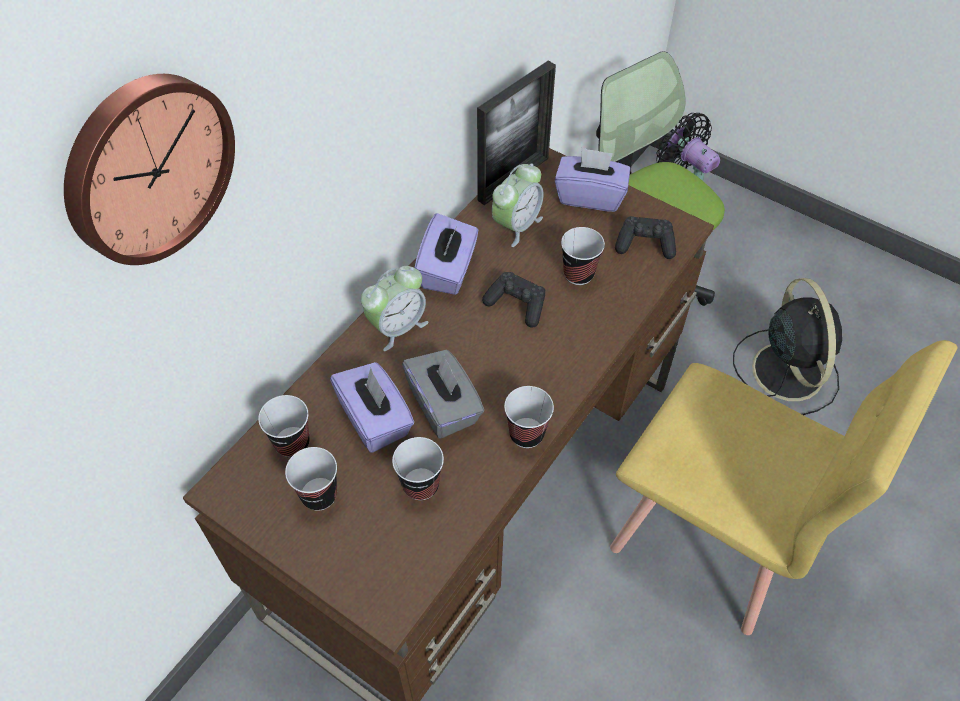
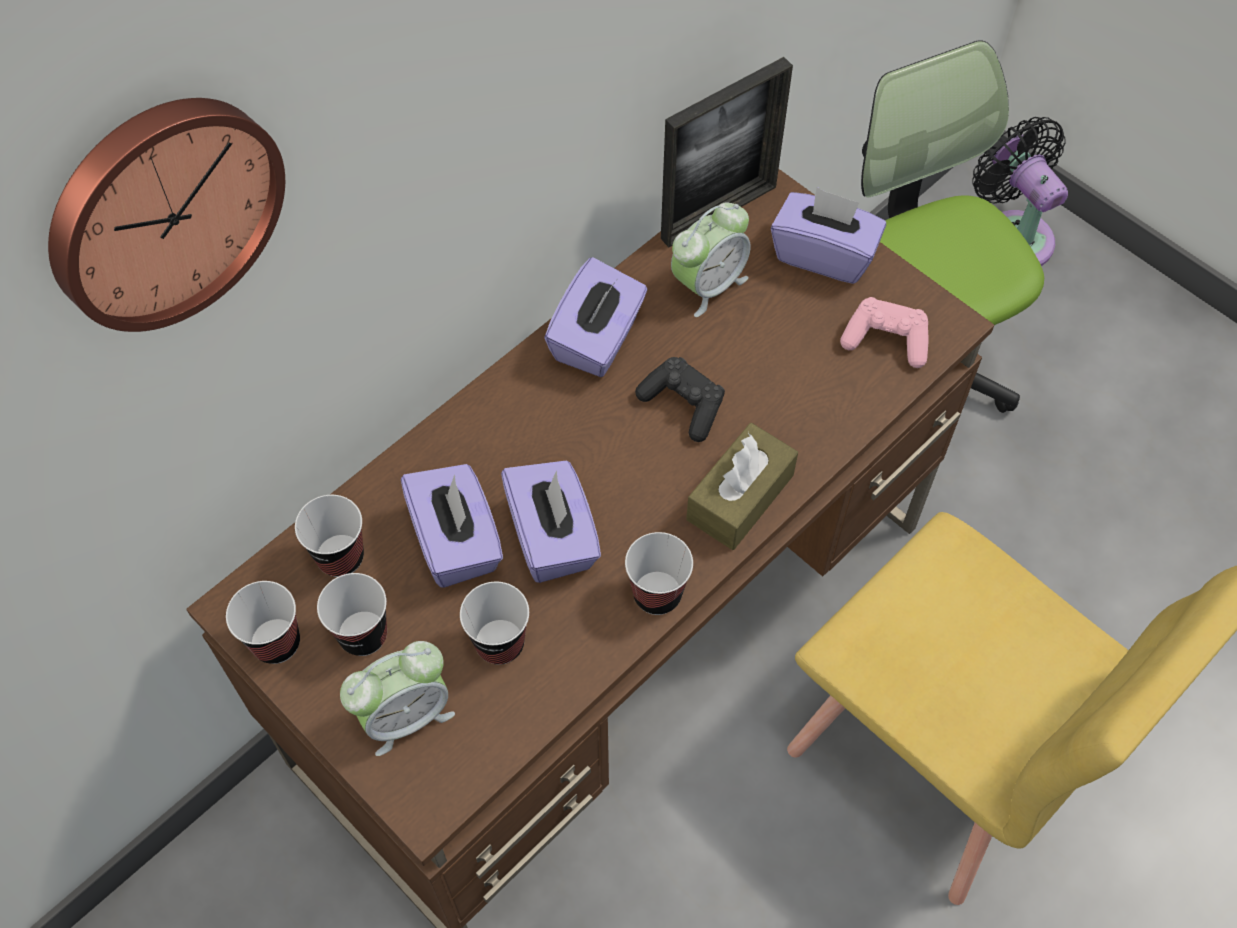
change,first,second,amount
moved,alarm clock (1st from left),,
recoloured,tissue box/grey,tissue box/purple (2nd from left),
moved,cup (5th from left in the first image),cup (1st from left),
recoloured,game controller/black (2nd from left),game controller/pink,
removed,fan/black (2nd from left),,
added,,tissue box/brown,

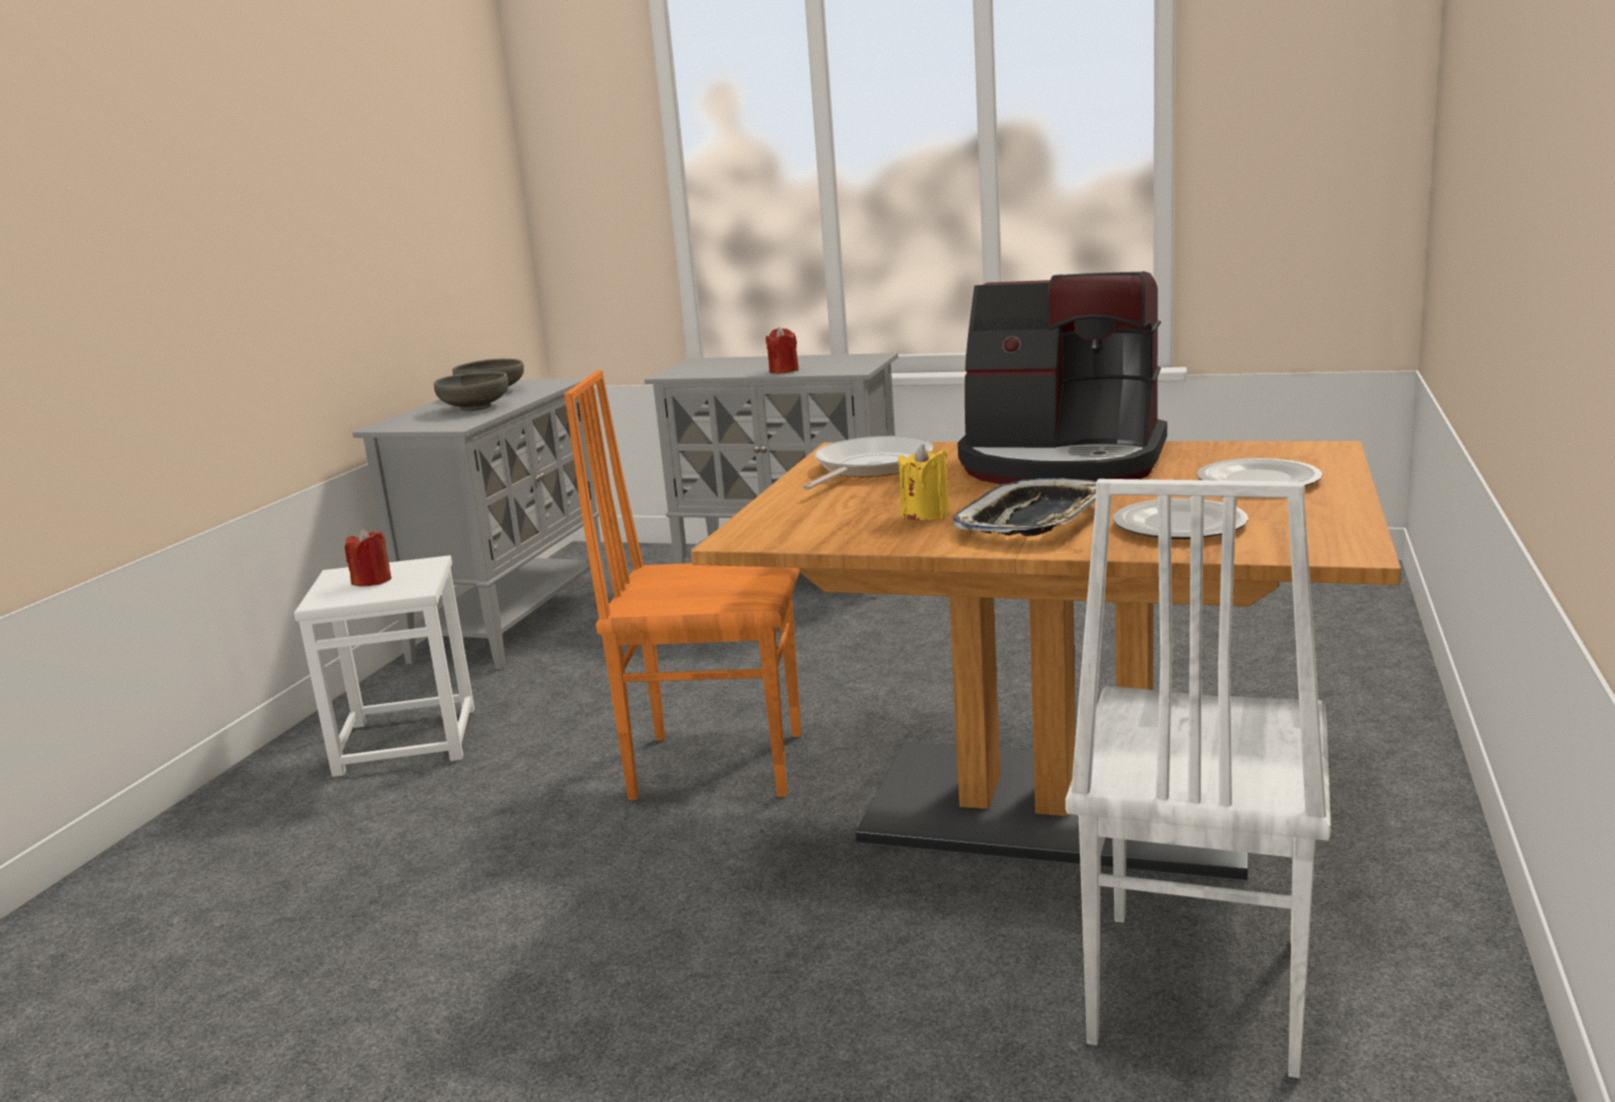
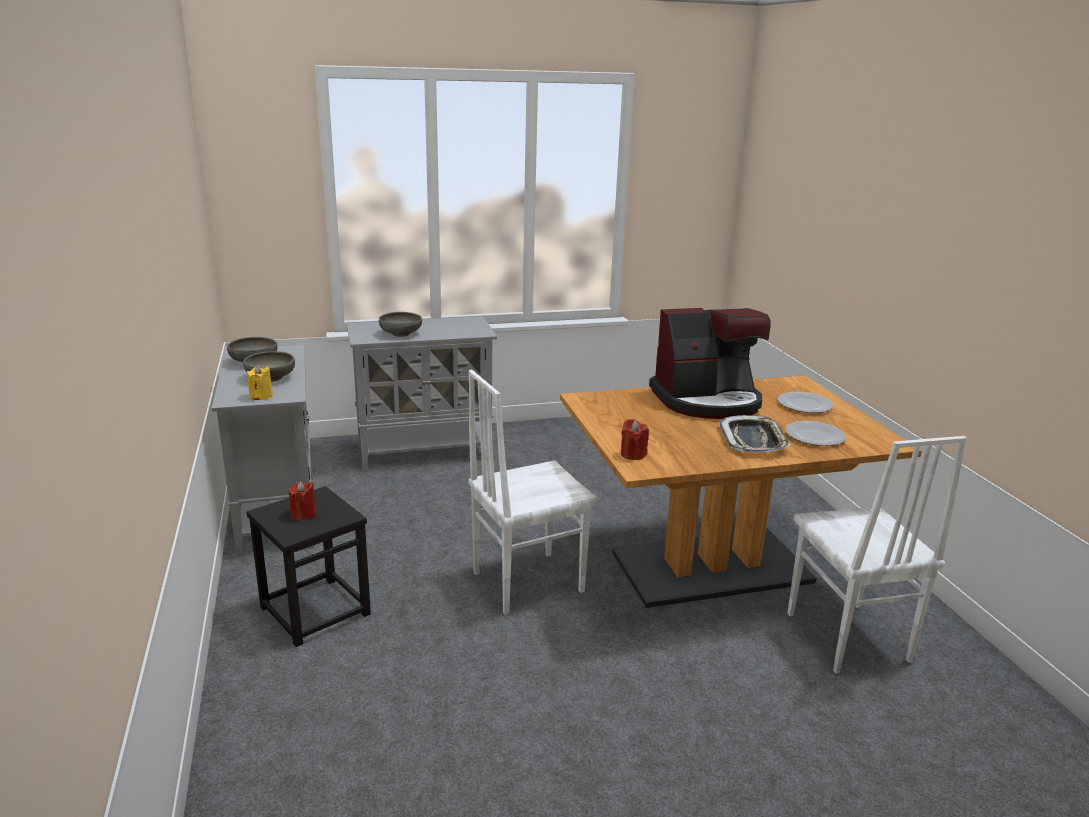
change,first,second,amount
recoloured,stool/white,stool/black,
recoloured,chair/orange,chair/white (1st from left),
moved,candle/red (2nd from left),,
removed,frying pan,,
moved,candle/yellow,,
added,,bowl/grey (3rd from left),

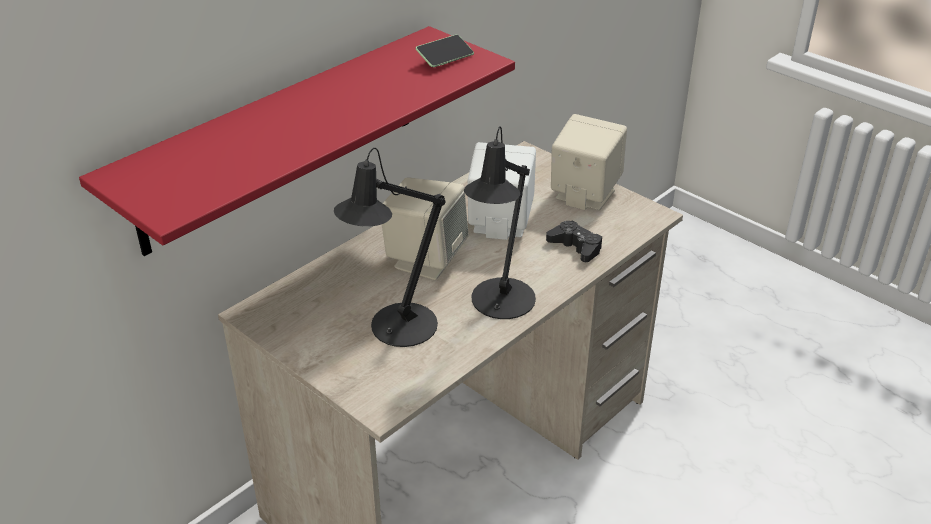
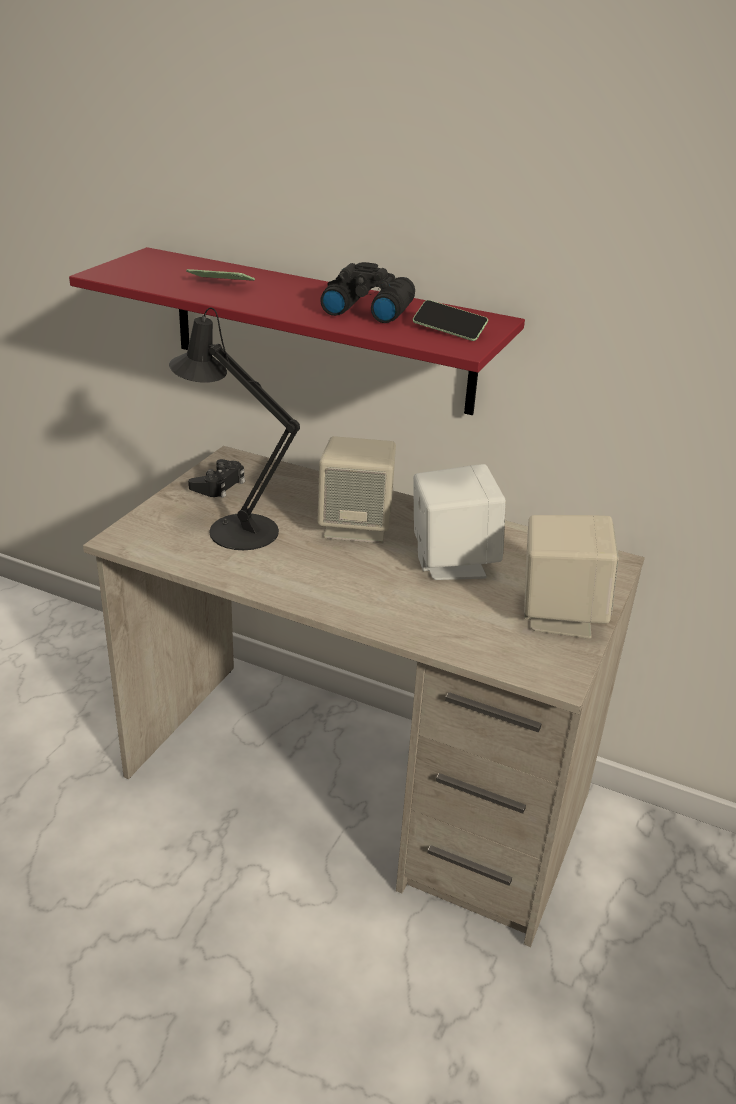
change,first,second,amount
removed,table lamp/black (2nd from left),,
moved,game controller/black,,
added,,phone (1st from left),
added,,binoculars/black,

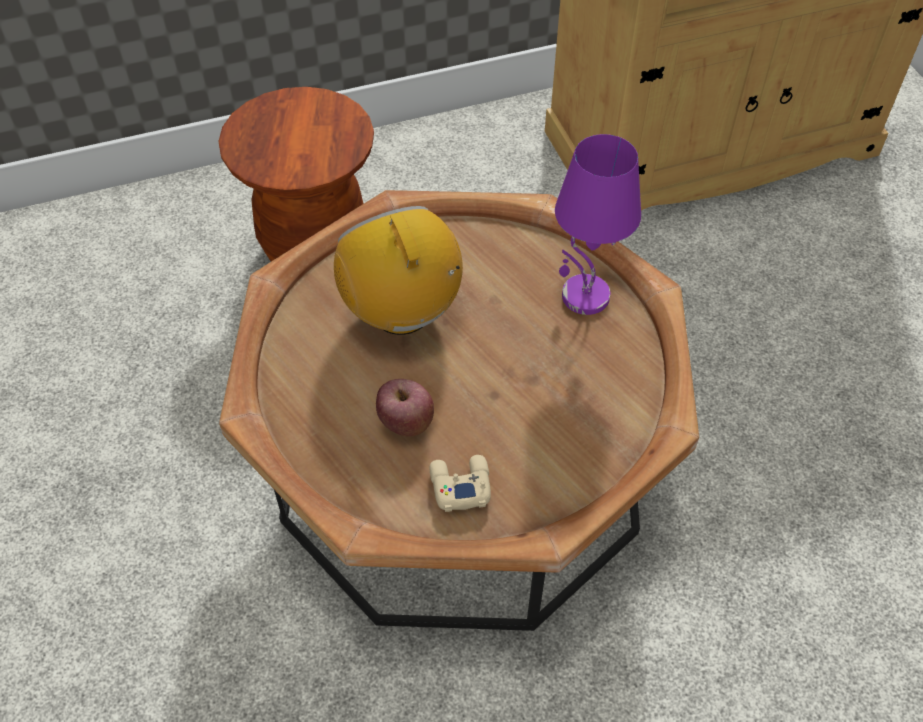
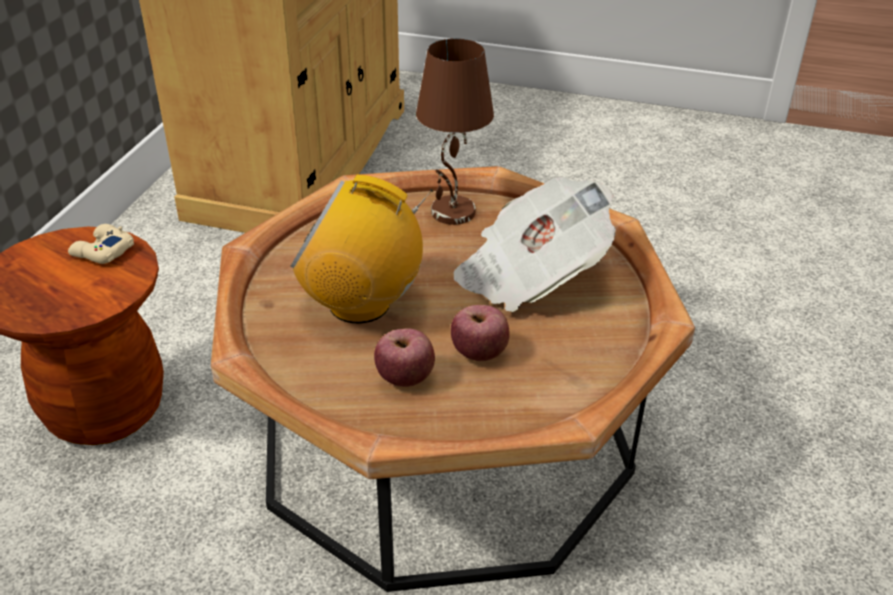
change,first,second,amount
moved,game controller/beige,,
recoloured,table lamp/purple,table lamp/brown,
added,,apple (1st from left),
added,,newspaper,

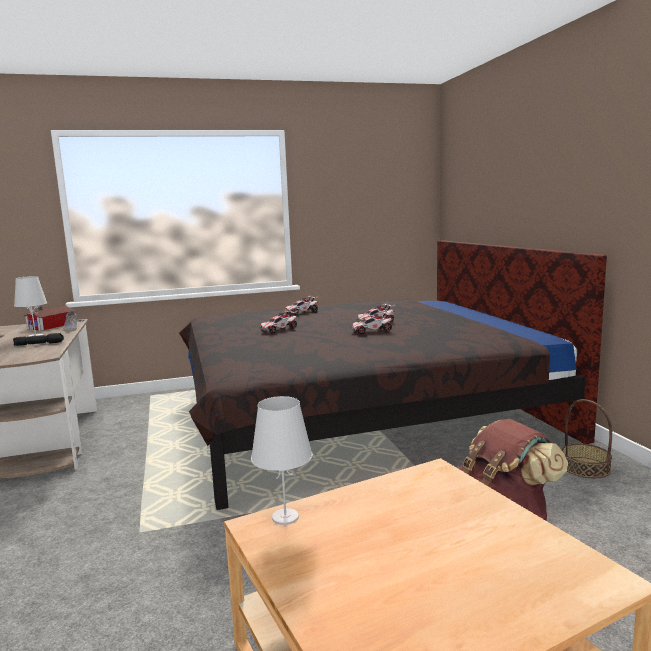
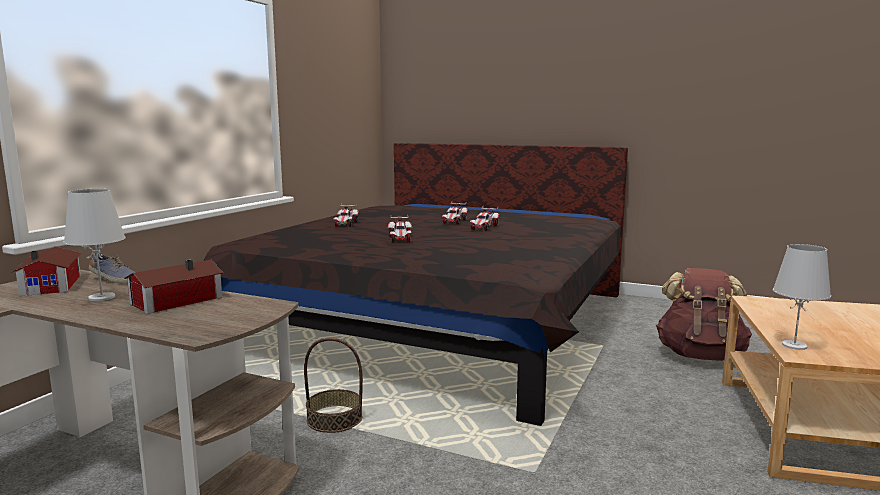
change,first,second,amount
replaced,flashlight/black,toy house (2nd from left),
moved,basket,,

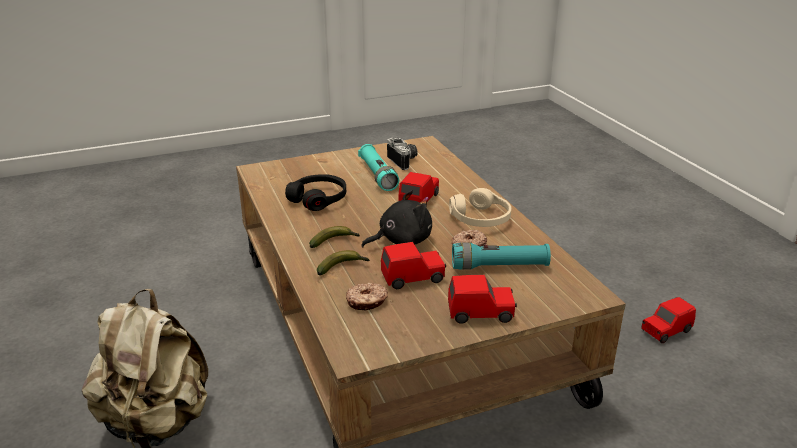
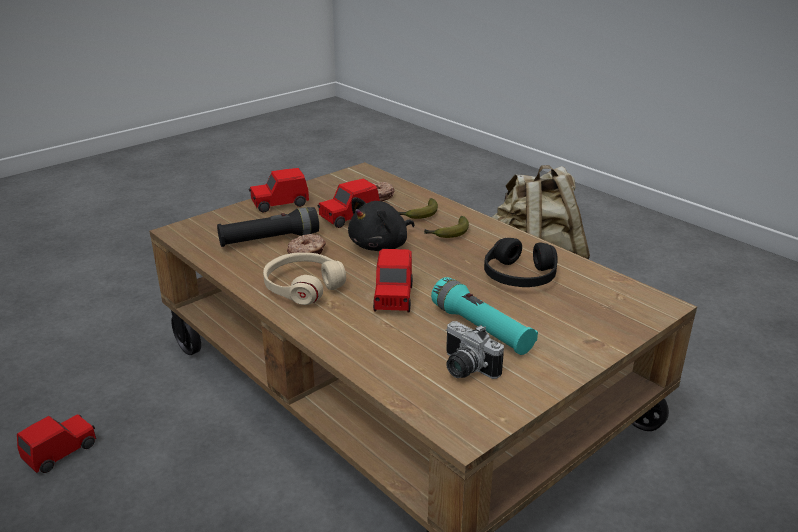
change,first,second,amount
recoloured,flashlight/turquoise (2nd from left),flashlight/black,

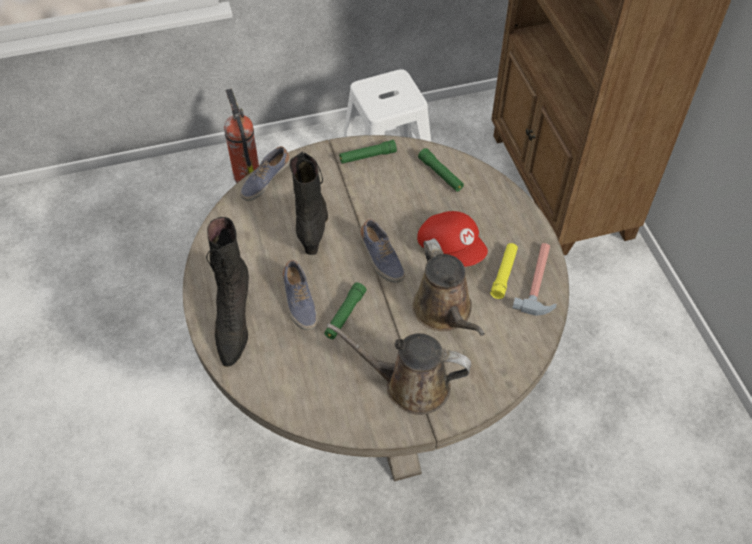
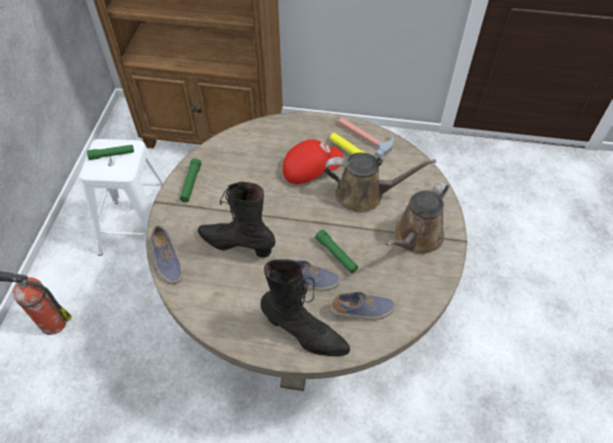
change,first,second,amount
moved,shoe (3rd from left),,
moved,flashlight/green (3rd from left in the first image),flashlight/green (1st from left),

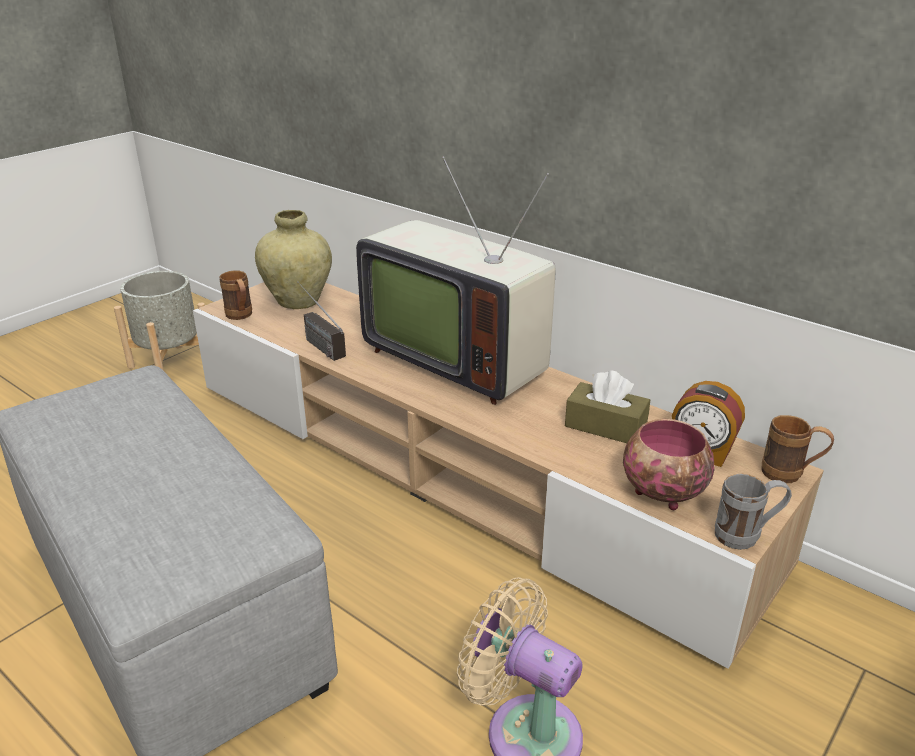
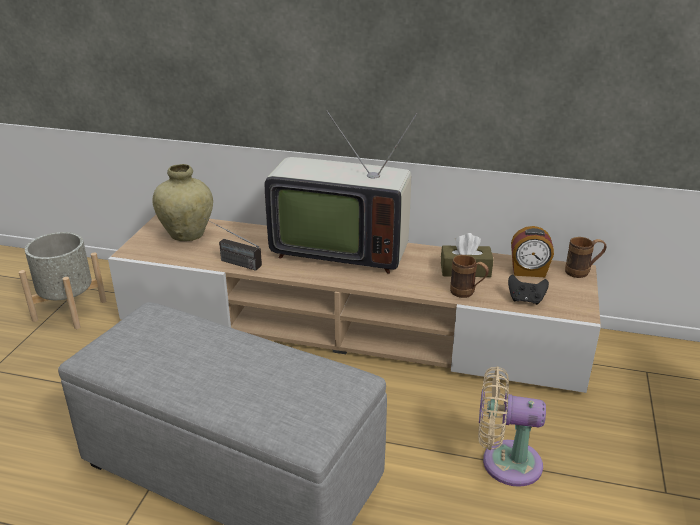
change,first,second,amount
moved,mug/brown (1st from left),,
replaced,bowl,game controller/black,
removed,mug/grey,,

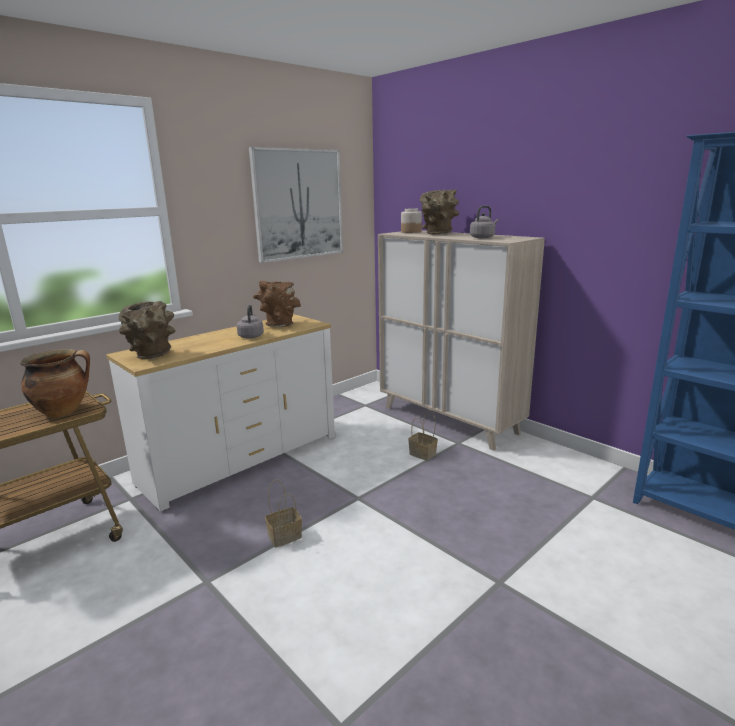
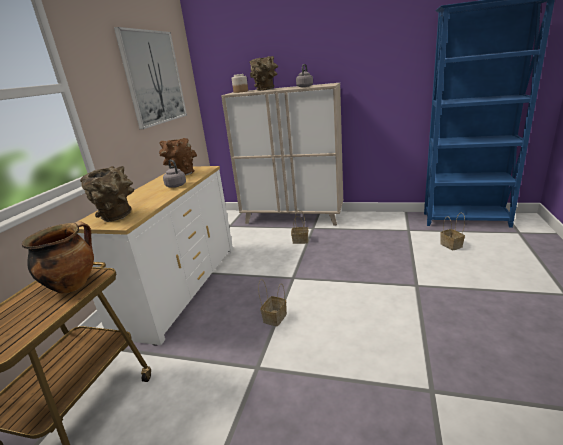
change,first,second,amount
added,,basket (3rd from left),

